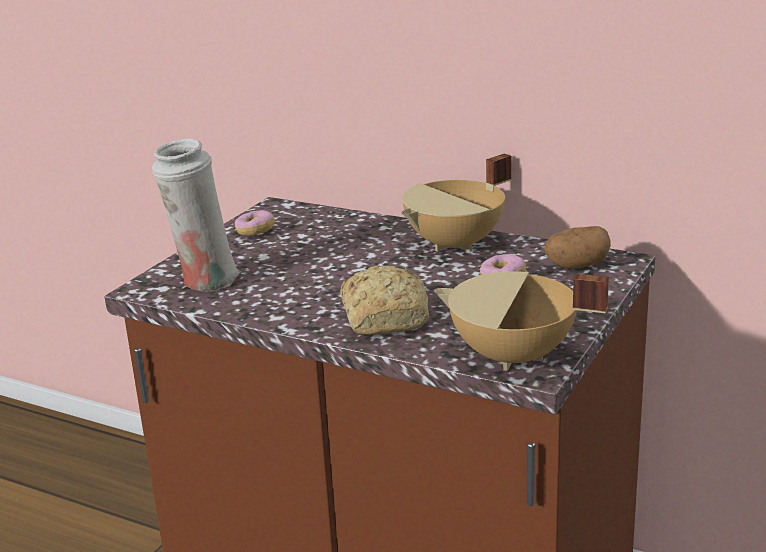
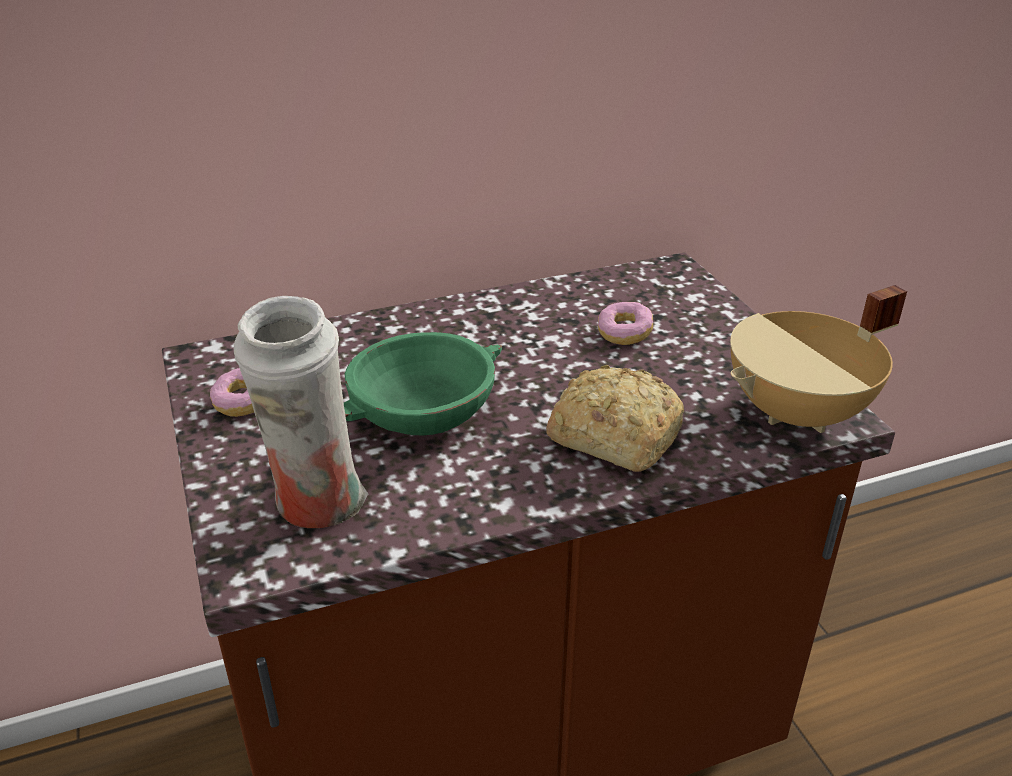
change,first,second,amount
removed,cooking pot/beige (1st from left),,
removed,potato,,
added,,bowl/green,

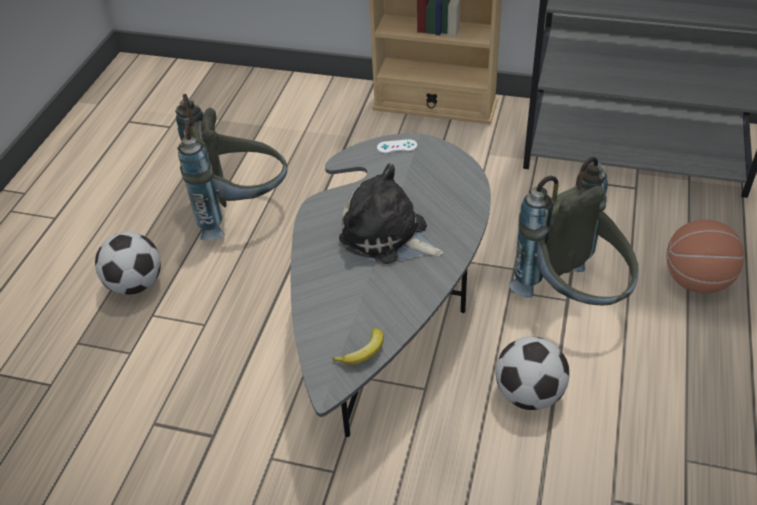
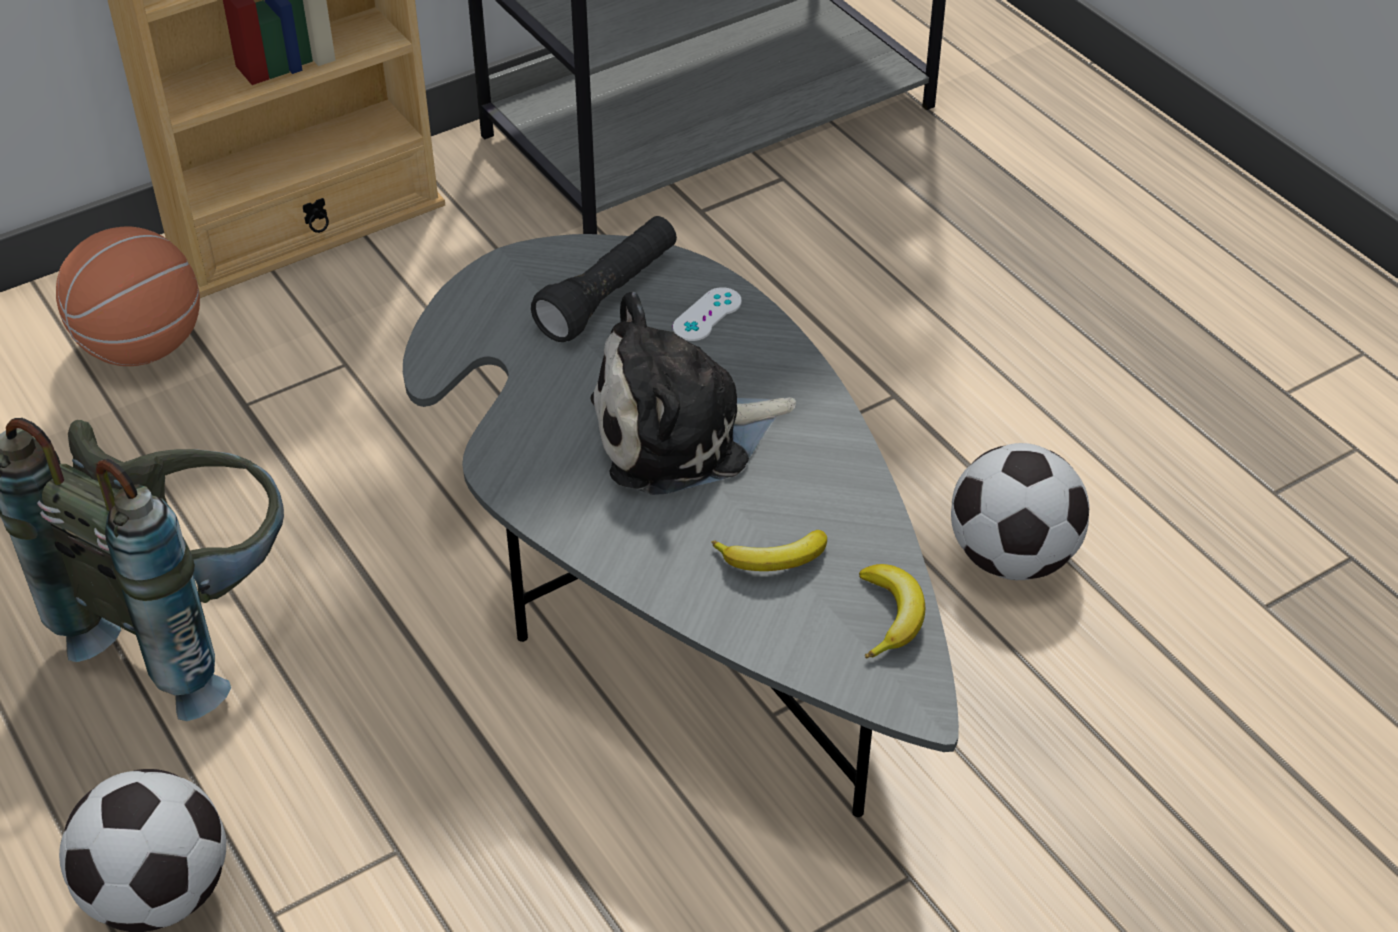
change,first,second,amount
moved,game controller/white,,
removed,backpack/grey (2nd from left),,
moved,basketball,,
added,,flashlight/black,
added,,banana (1st from left),

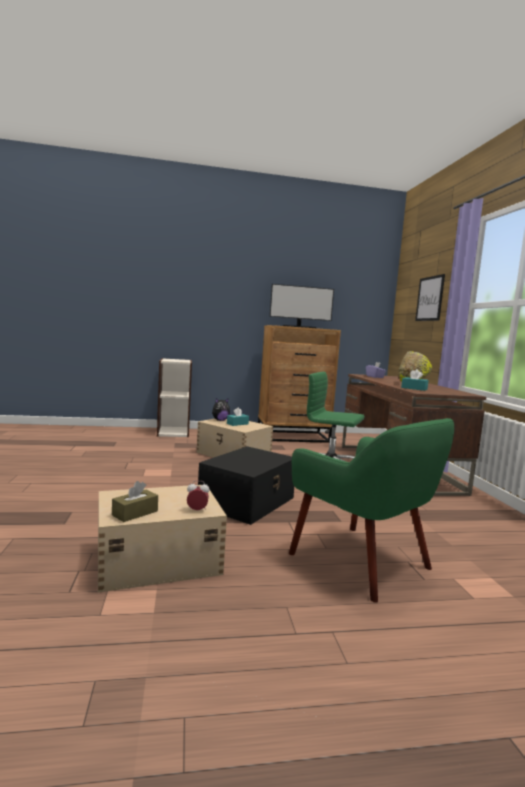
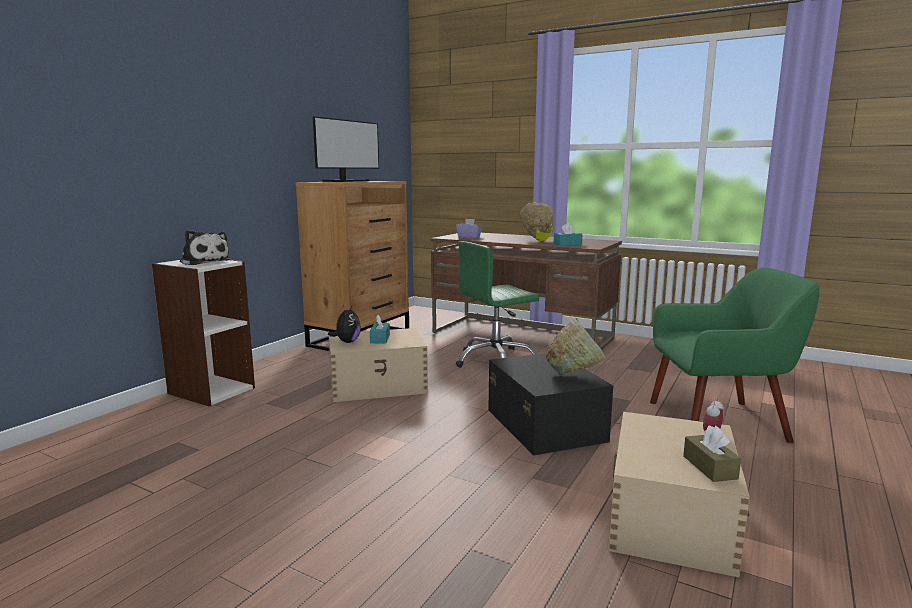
change,first,second,amount
removed,picture,,
added,,plush toy (1st from left),
added,,bowl/green,

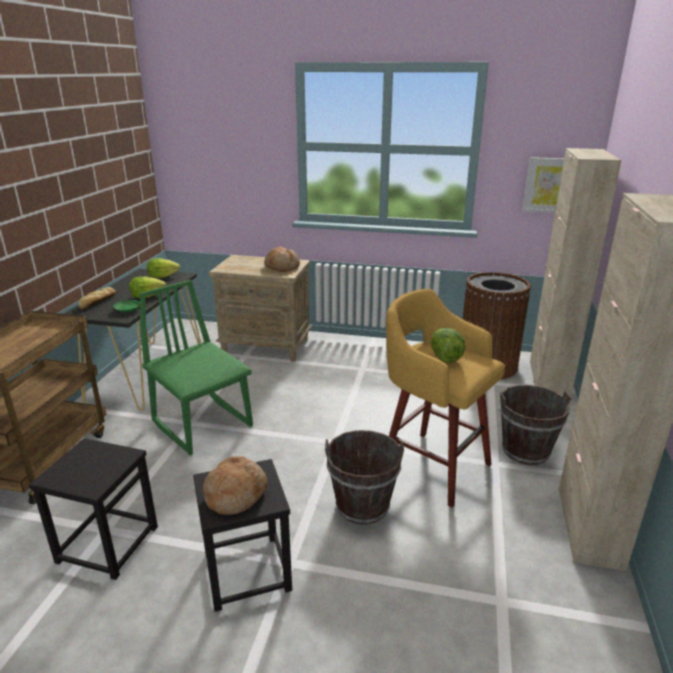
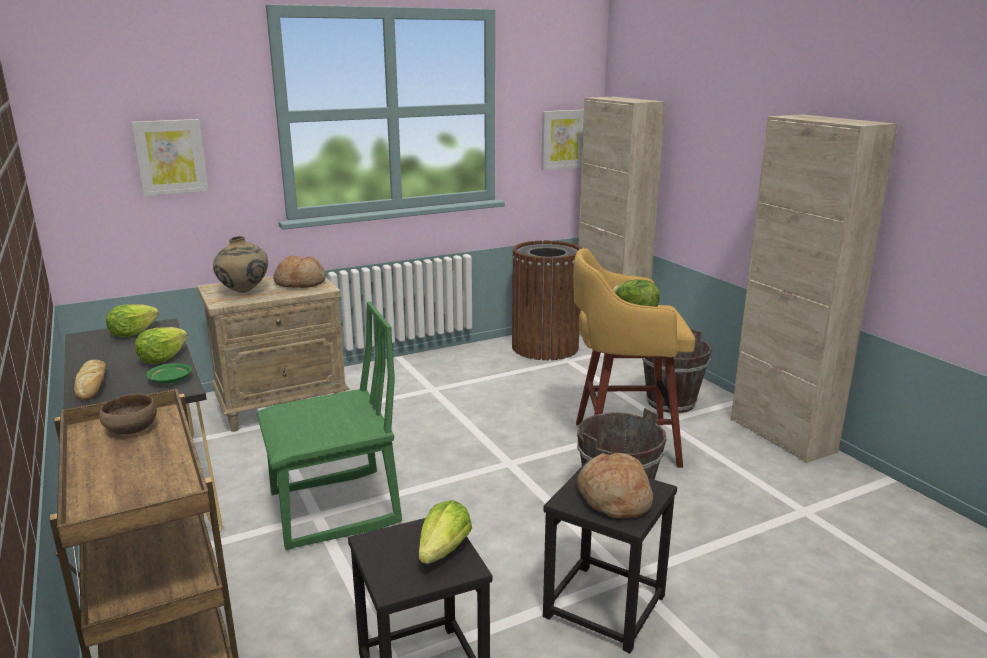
change,first,second,amount
turned,chair/green,,150 degrees clockwise
added,,bowl/brown,
added,,picture (1st from left),
added,,vase/beige,
added,,lettuce (3rd from left),

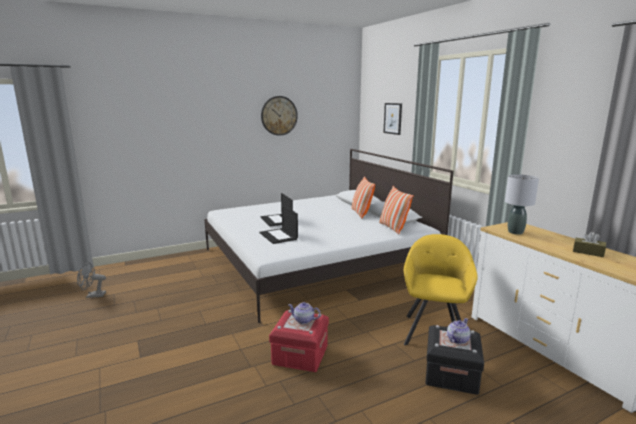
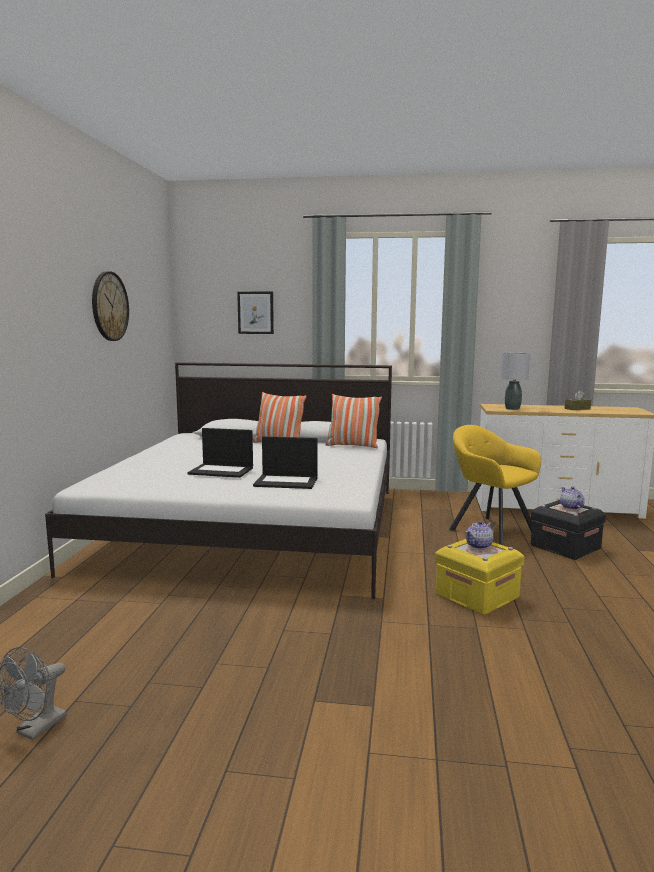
change,first,second,amount
recoloured,storage box/red,storage box/yellow,

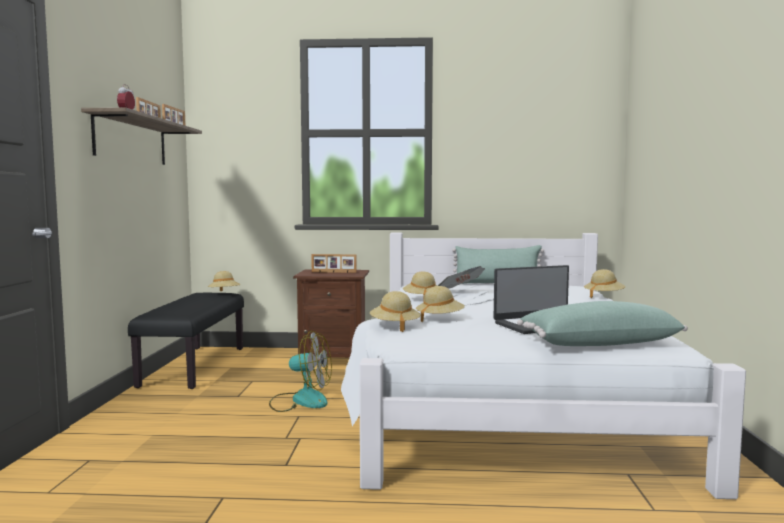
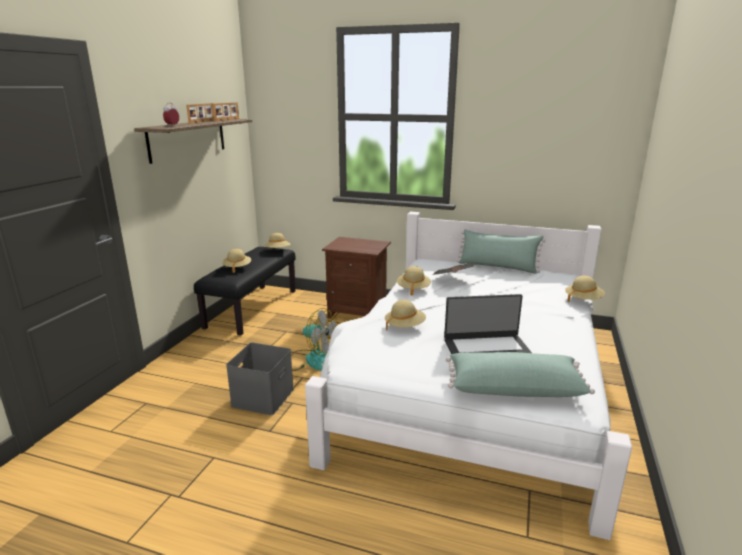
change,first,second,amount
removed,picture frame (3rd from left),,
moved,hat/beige (2nd from left in the first image),hat/beige (1st from left),
added,,storage box/grey,

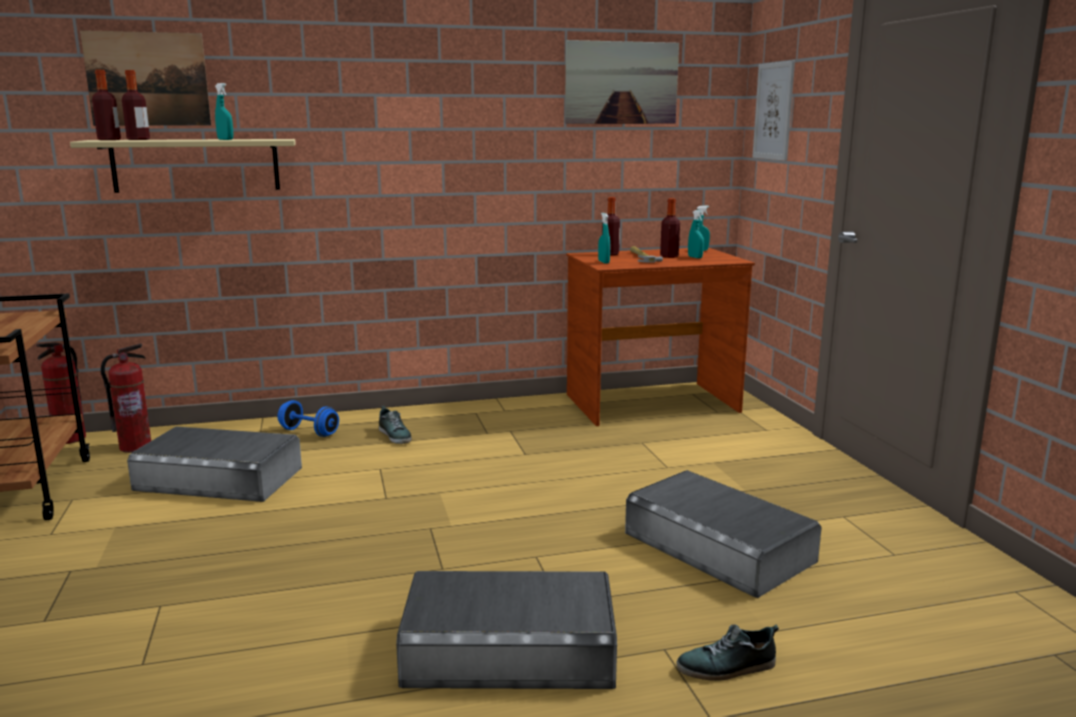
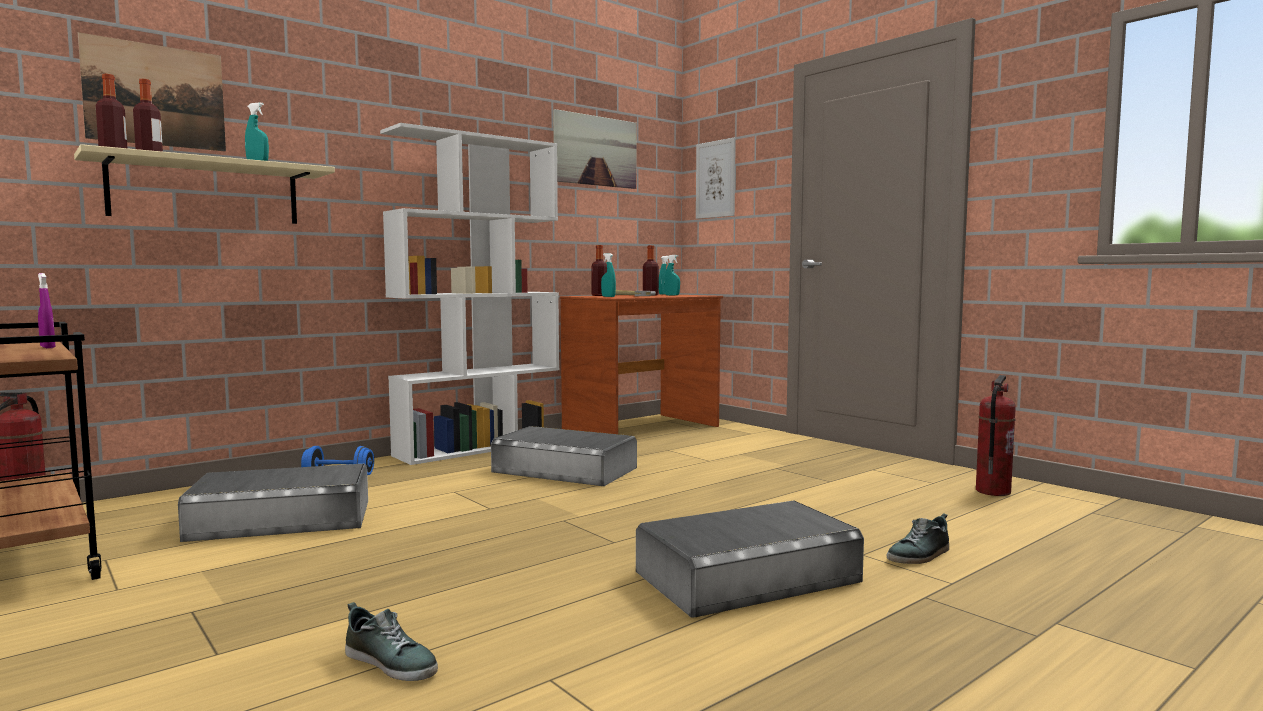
change,first,second,amount
moved,fire extinguisher (2nd from left),,
moved,shoe (1st from left),,
moved,storage box/grey (3rd from left in the first image),storage box/grey (2nd from left),
added,,spray bottle/purple,
added,,bookcase/white,

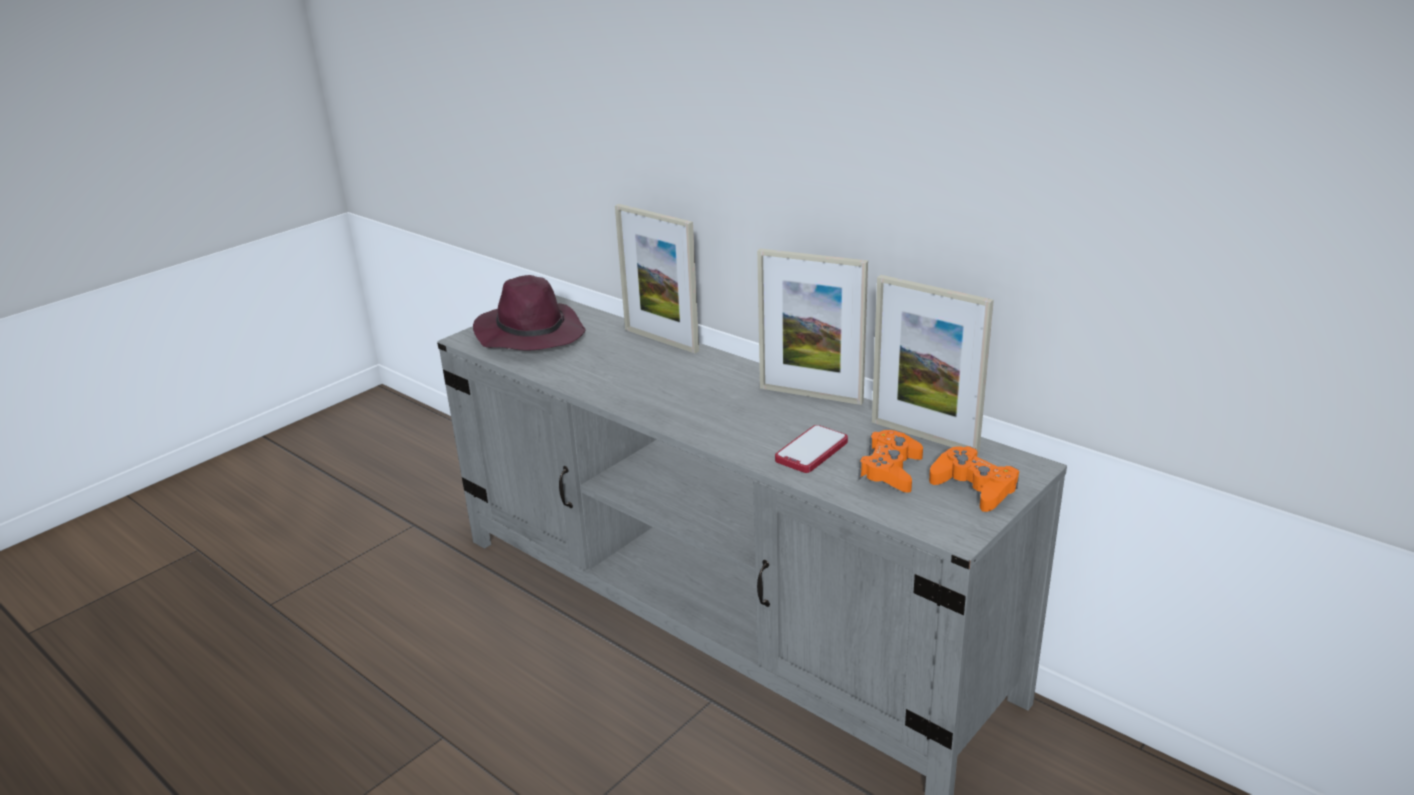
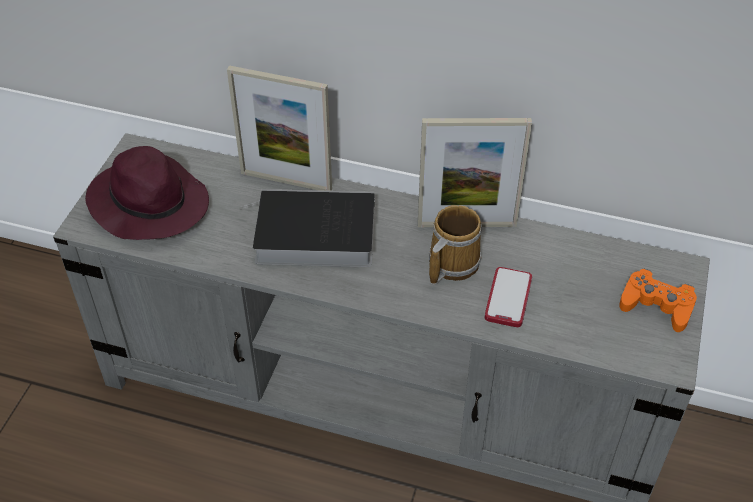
change,first,second,amount
removed,game controller/orange (1st from left),,
removed,picture frame (3rd from left),,
added,,book,
added,,mug,

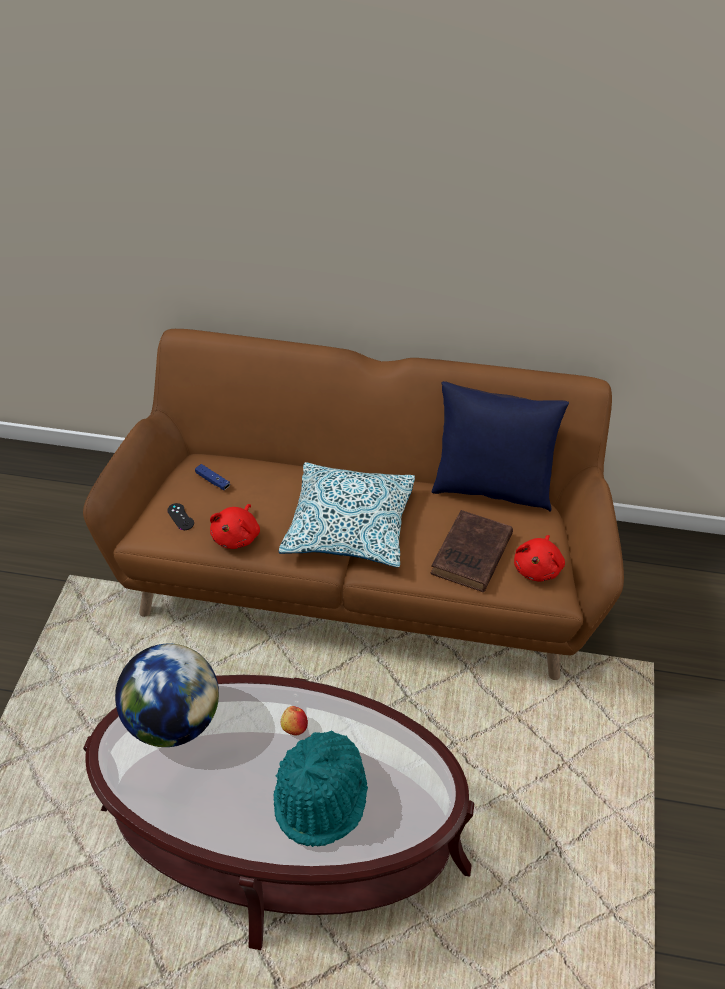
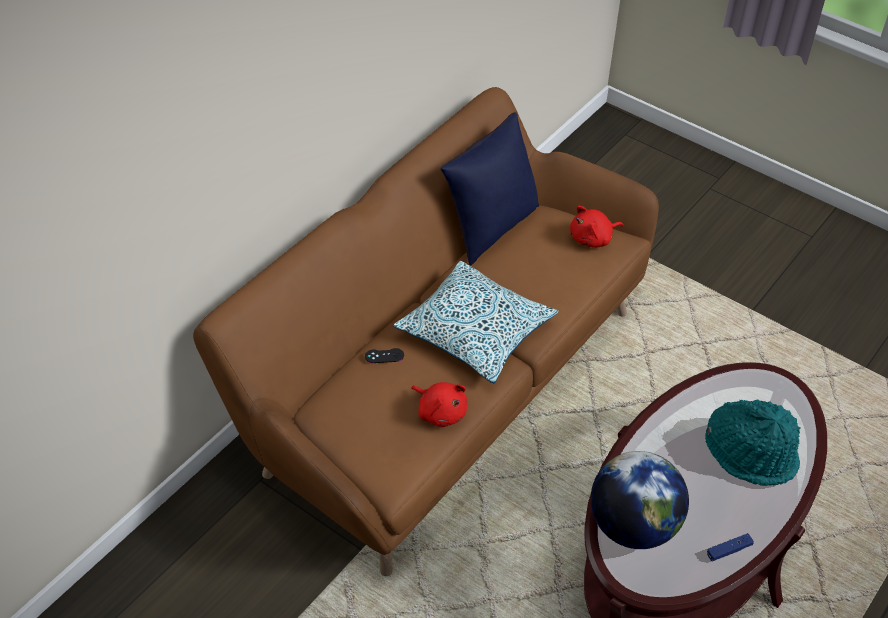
change,first,second,amount
moved,game controller/black,,
moved,game controller/blue,,
removed,apple,,
removed,book/brown,,
turned,plush toy/red (2nd from left),,105 degrees clockwise

